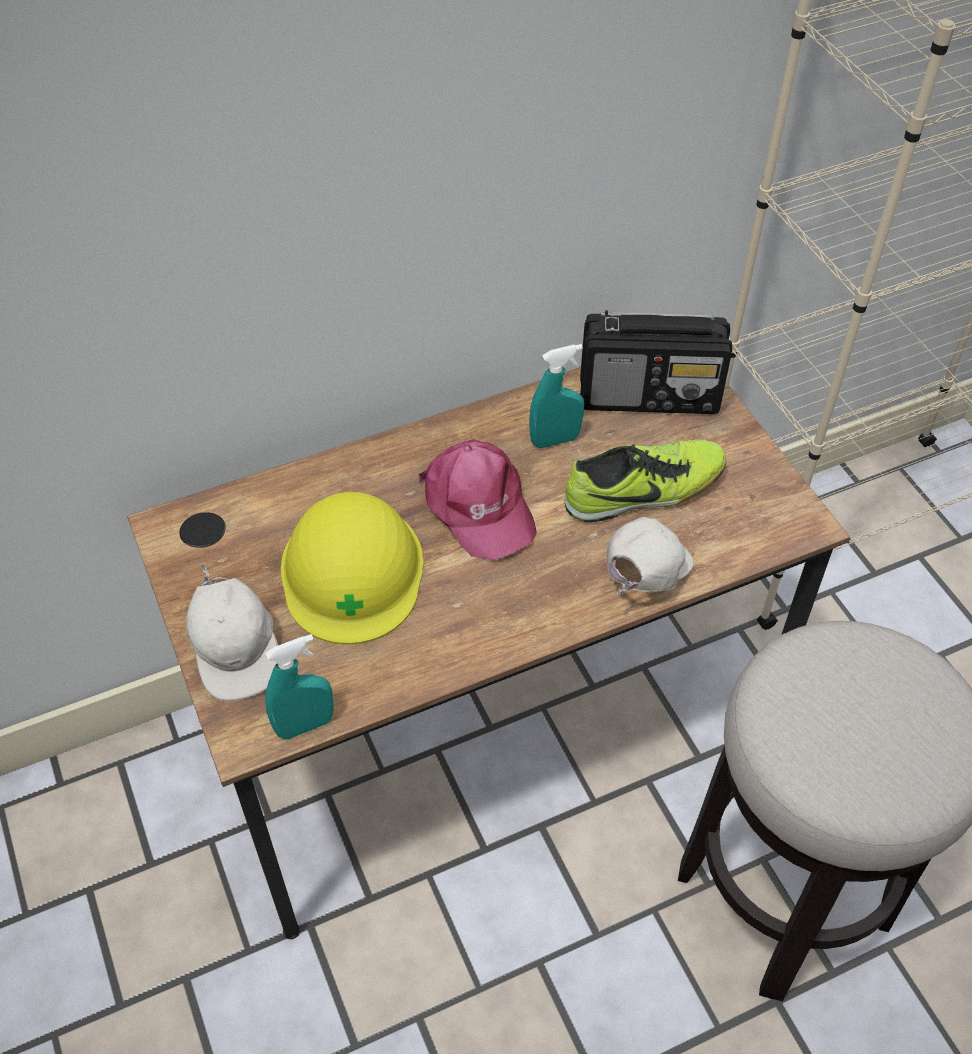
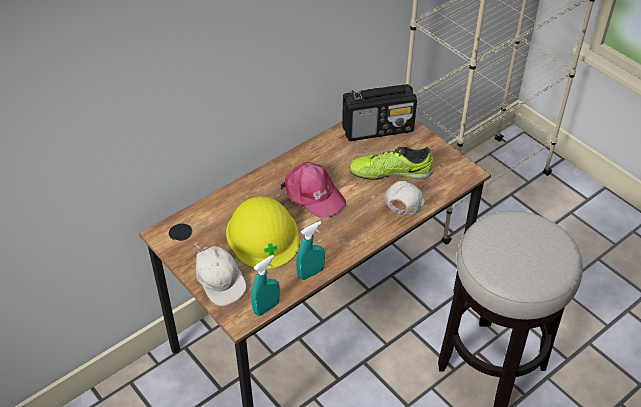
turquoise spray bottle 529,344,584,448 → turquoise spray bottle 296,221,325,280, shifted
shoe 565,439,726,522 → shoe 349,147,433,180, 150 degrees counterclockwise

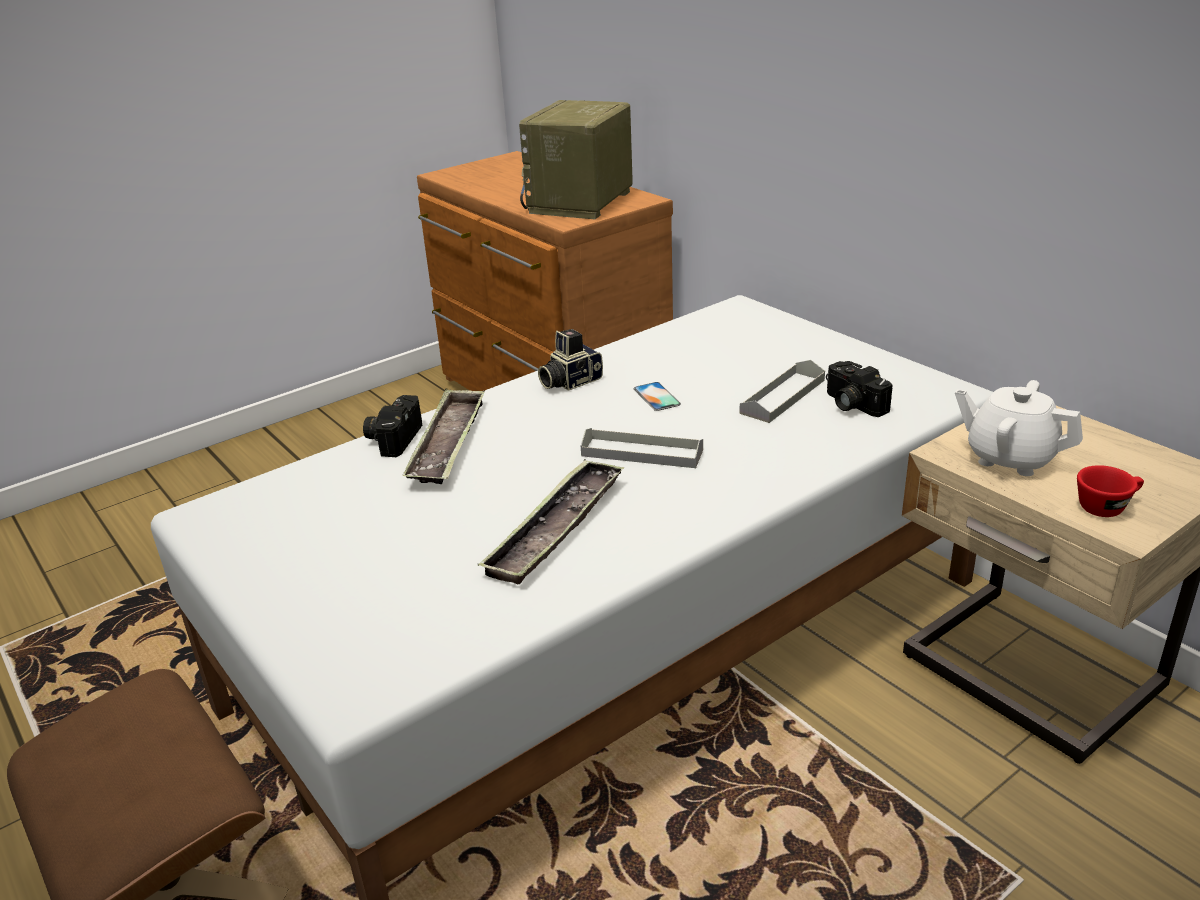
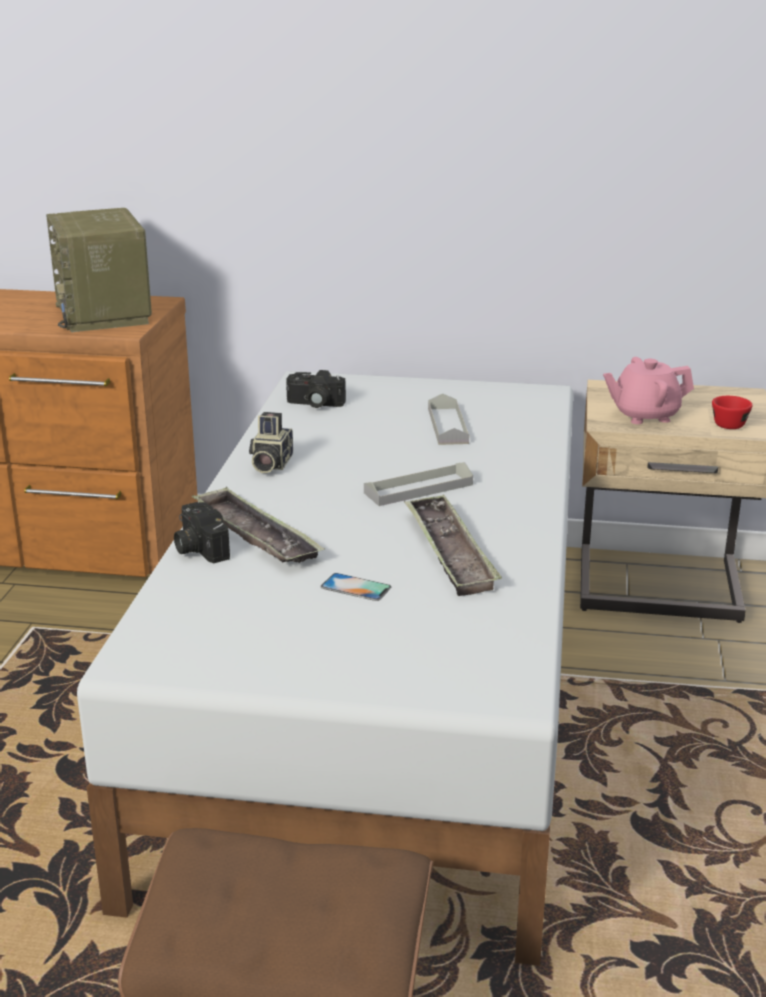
phone 634,382,681,411 → phone 320,573,391,601, shifted
photo camera 826,361,892,417 → photo camera 286,370,346,408, shifted
white teapot 955,380,1083,476 → pink teapot 603,357,694,424

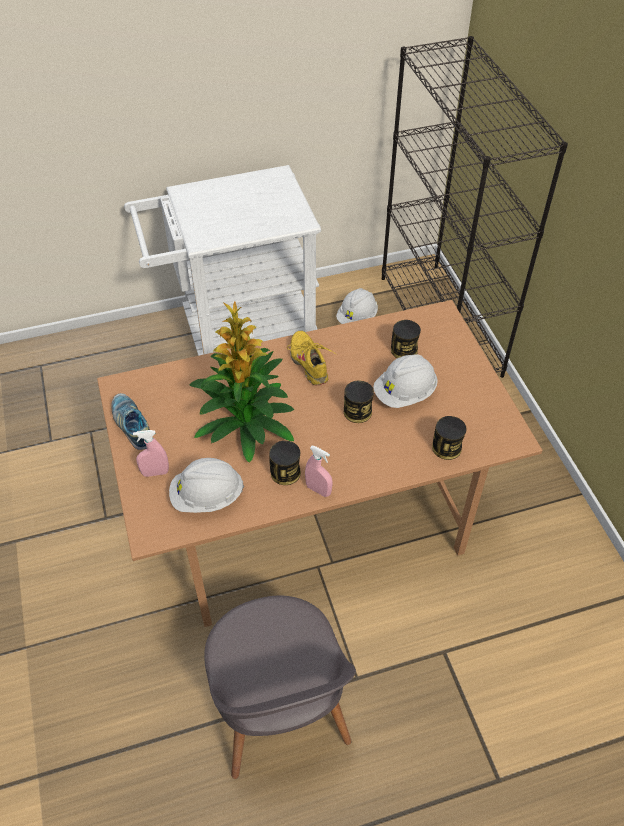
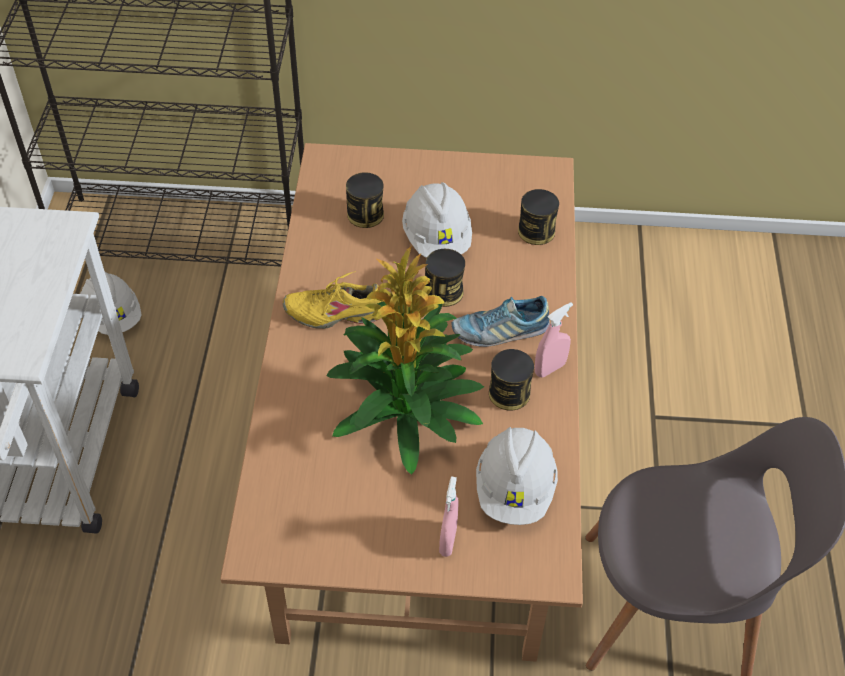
shoe 111,393,153,450 → shoe 451,296,550,347, shifted

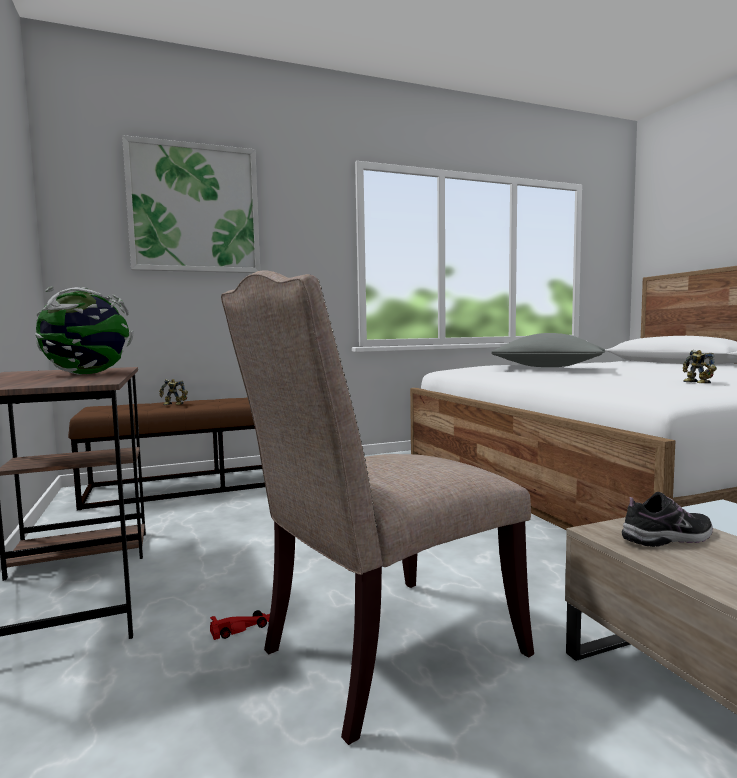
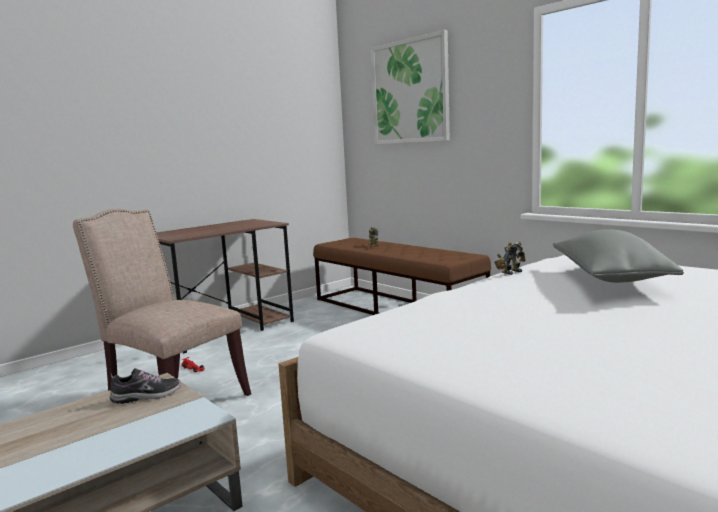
globe 35,286,134,374 → -
toy robot 683,350,717,383 → toy robot 494,242,525,275, shifted
shoe 622,492,713,547 → shoe 110,368,181,404, 75 degrees counterclockwise

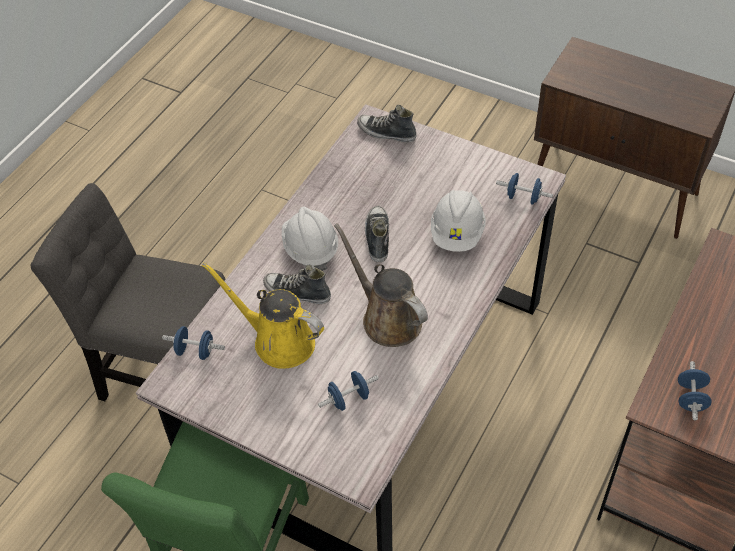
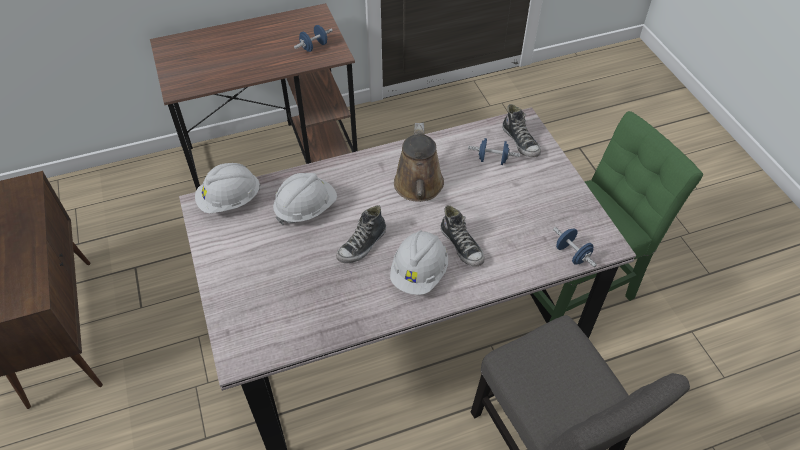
yellow watering can 202,262,324,369 → -
shoe 357,105,417,143 → shoe 502,104,541,157, shifted
blue dumbbell 496,173,553,204 → white hard hat 195,163,261,214

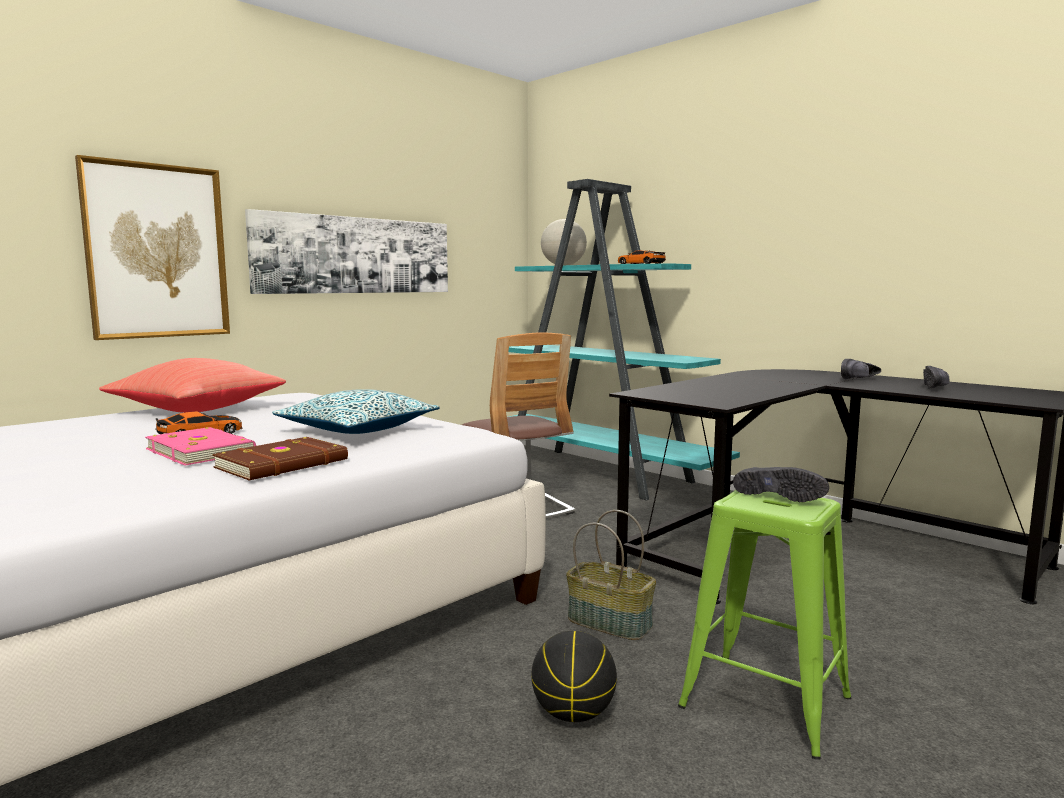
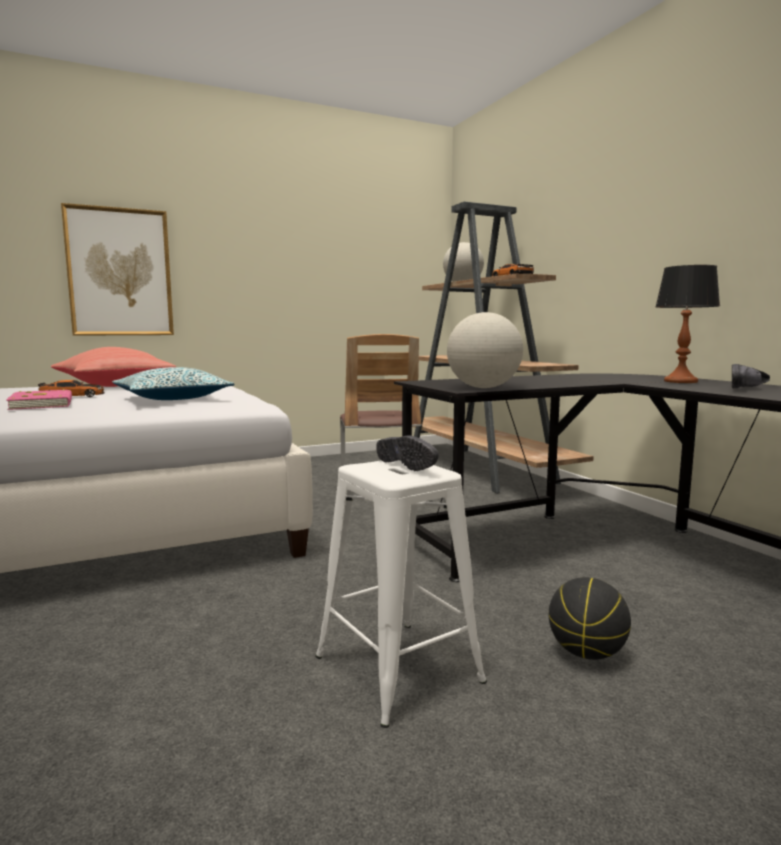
brown book 212,437,348,481 → -
picture 245,209,448,294 → -
basket 566,510,656,640 → -
- → globe 447,312,523,388
basketball 531,631,617,722 → basketball 549,577,631,660, shifted
black shoe 841,359,881,379 → table lamp 655,265,720,383
turquoise bookcase 508,179,740,501 → brown bookcase 412,201,594,494
green stool 678,490,852,760 → white stool 315,460,487,728

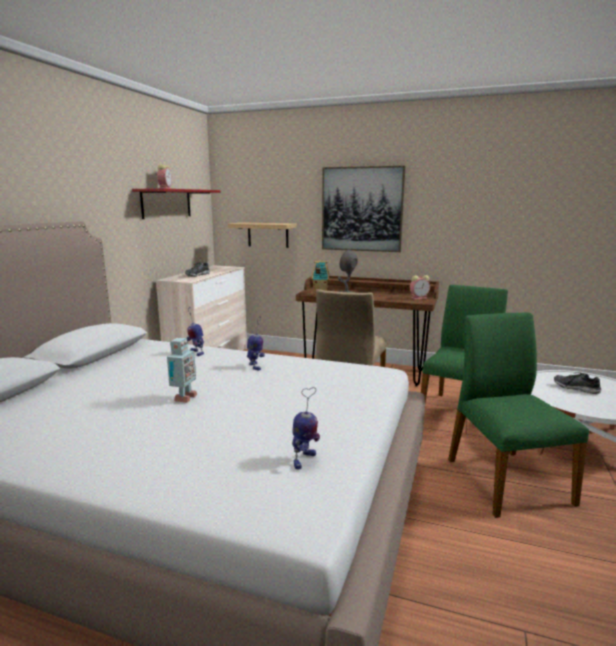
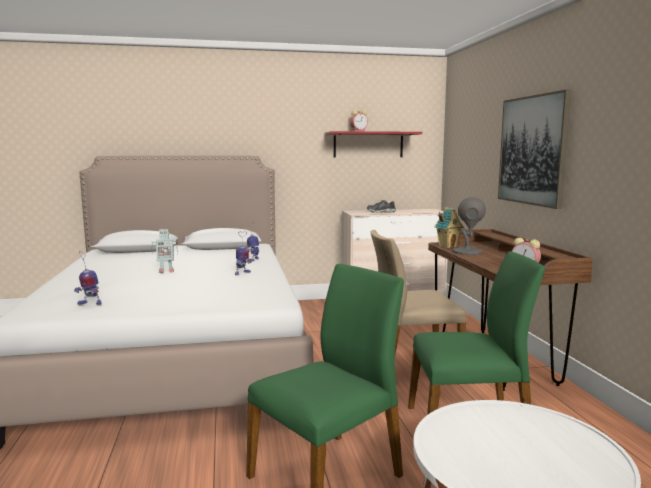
shelf 228,222,297,248 → -
shoe 554,373,601,394 → -

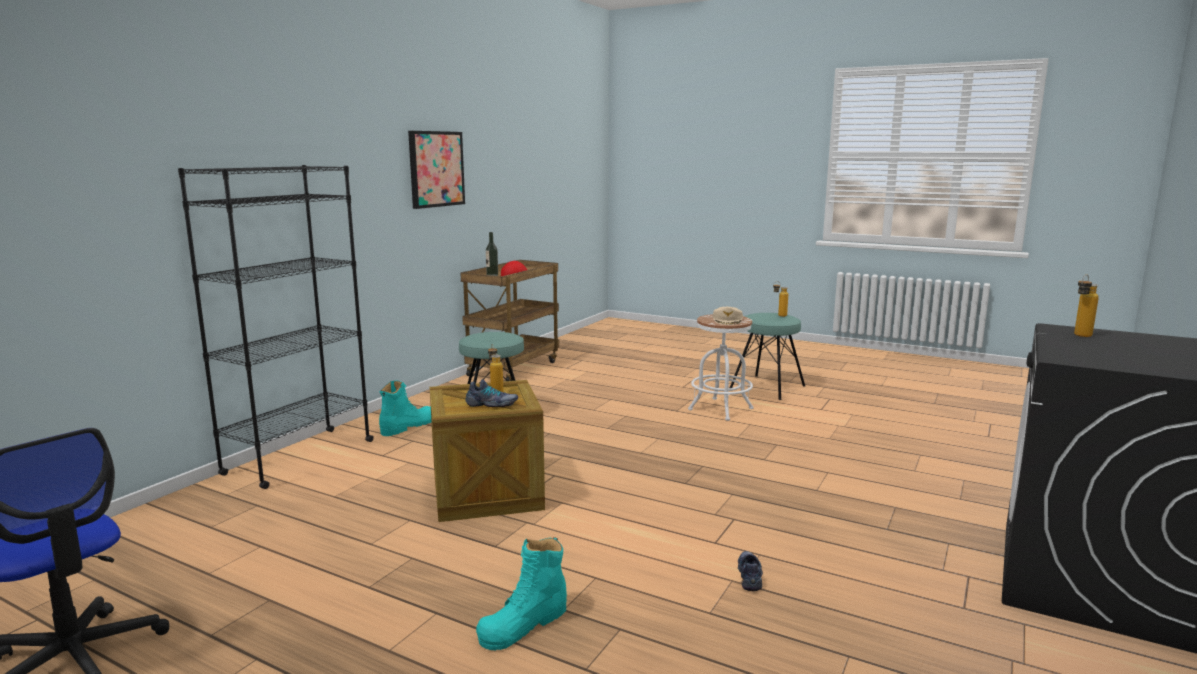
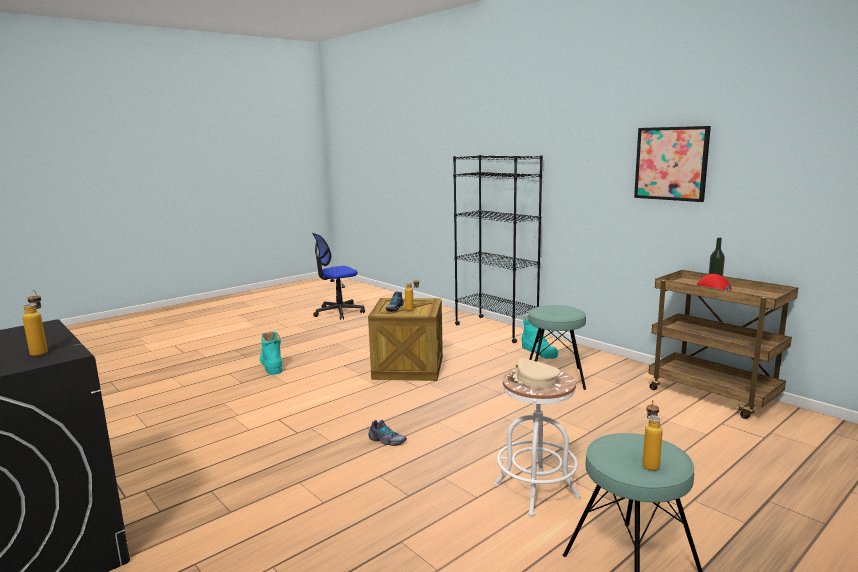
shoe 738,551,763,591 → shoe 368,420,407,446, shifted

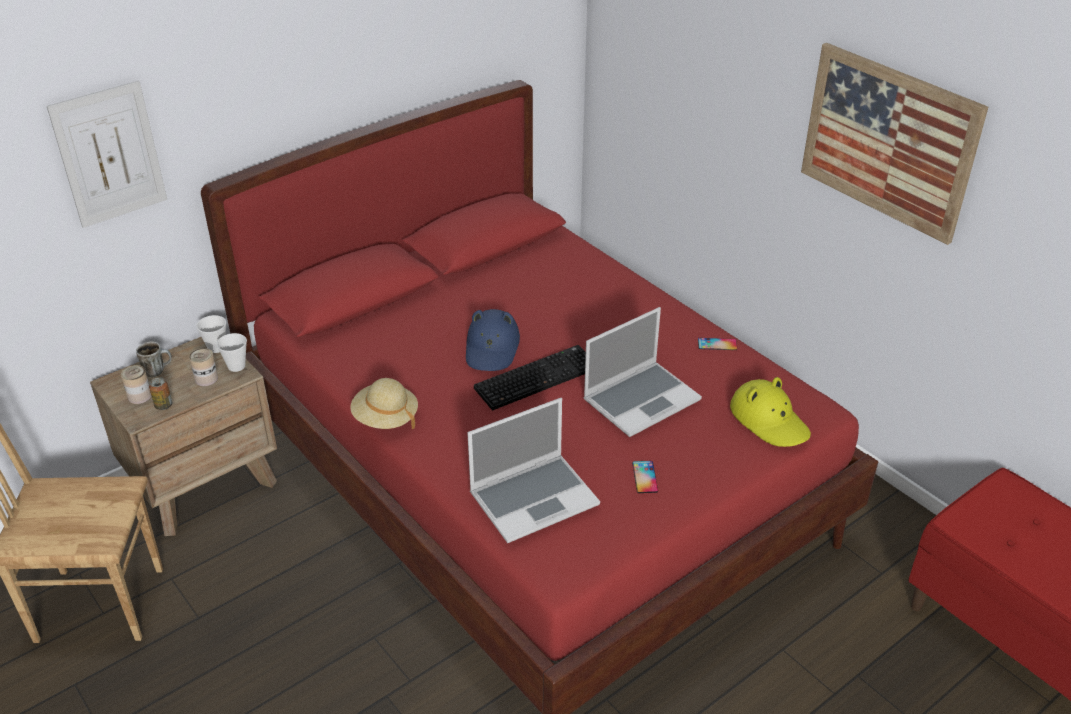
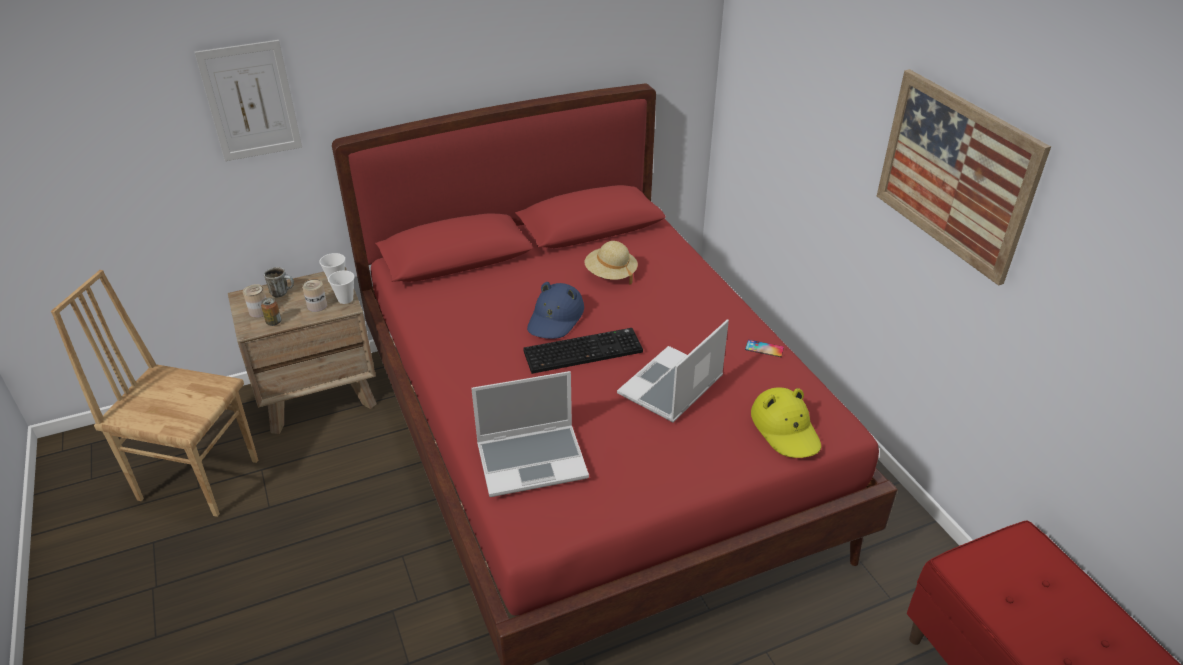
phone 632,461,658,493 → -
beige hat 350,378,418,429 → beige hat 585,241,638,285, shifted
laptop 583,307,702,437 → laptop 617,319,729,422, 150 degrees clockwise

